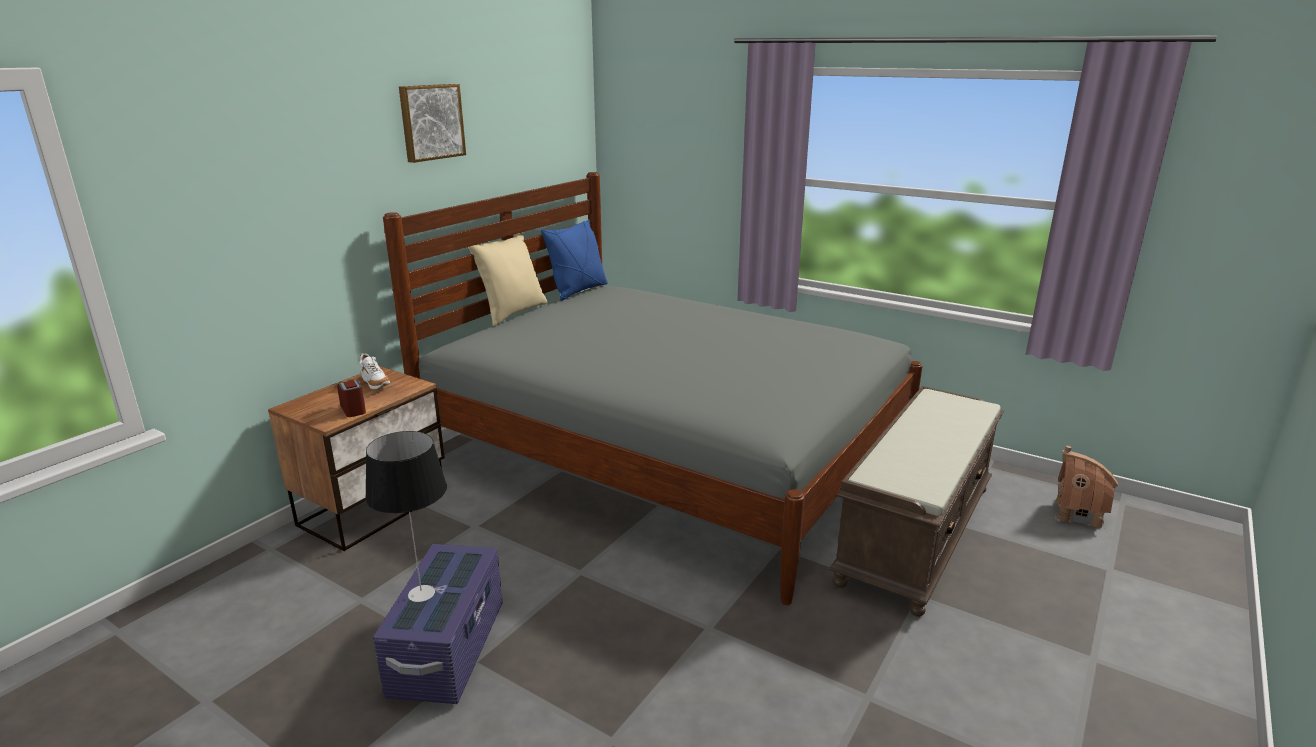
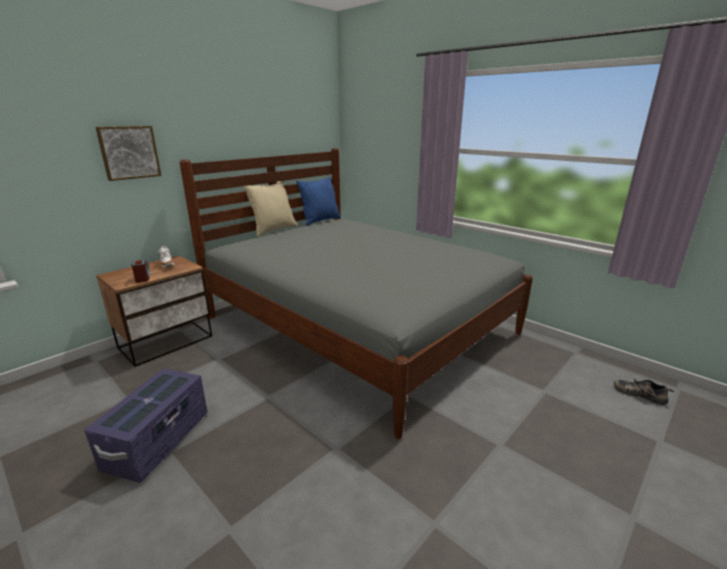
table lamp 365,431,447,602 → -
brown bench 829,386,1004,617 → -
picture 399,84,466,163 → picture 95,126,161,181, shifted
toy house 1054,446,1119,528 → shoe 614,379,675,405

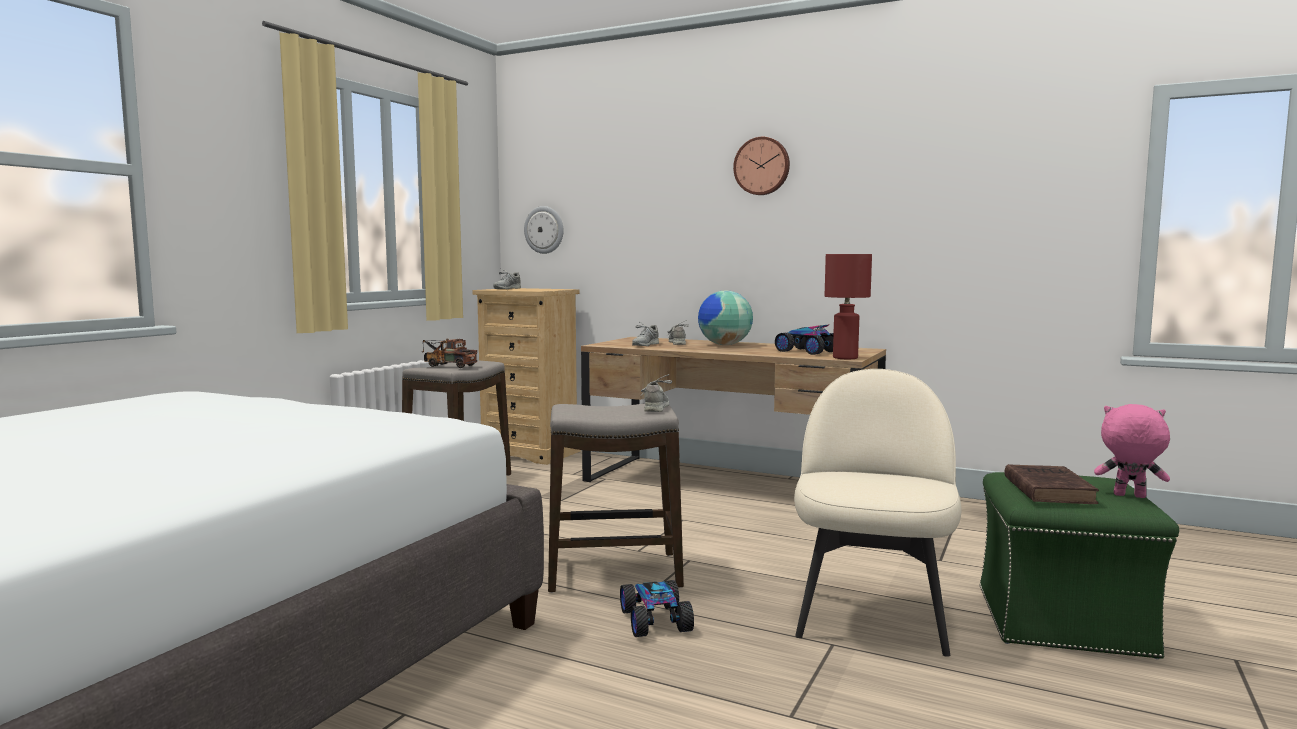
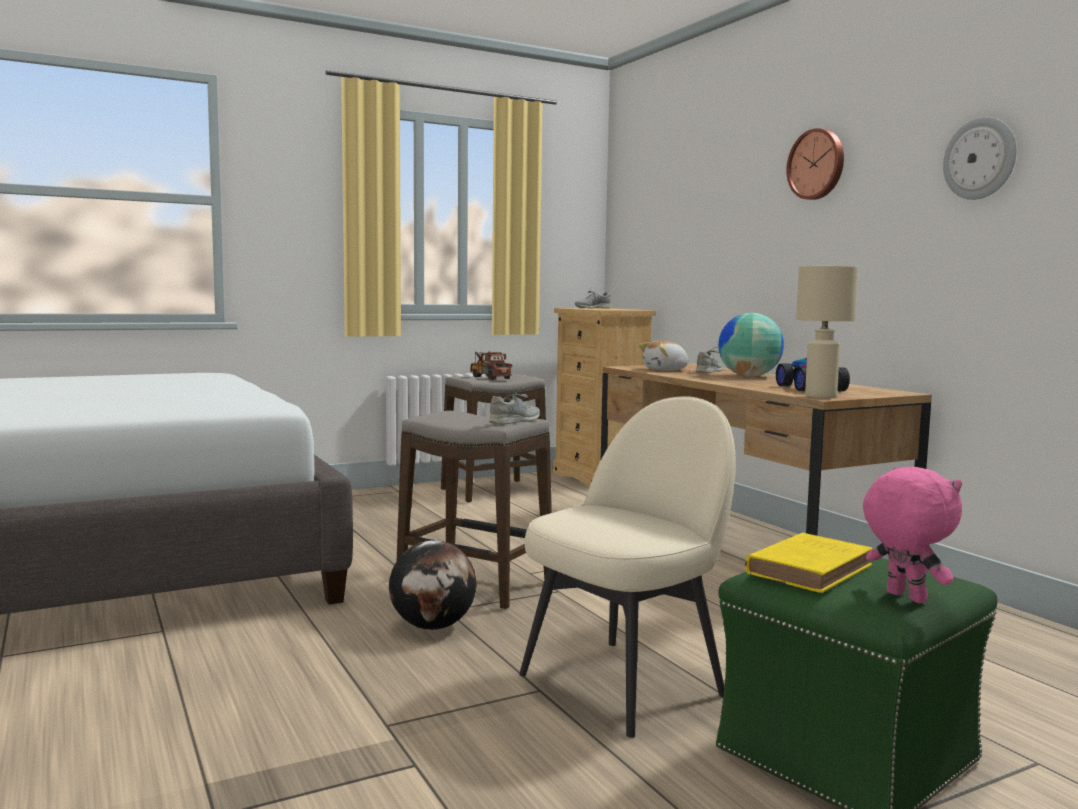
wall clock 524,206,564,254 → wall clock 943,117,1016,200, shifted
toy car 620,580,694,637 → globe 389,540,477,630
grey shoe 632,321,659,346 → plush toy 639,340,689,371
red table lamp 825,254,872,359 → beige table lamp 796,266,858,399
brown book 1005,464,1099,504 → yellow book 745,533,873,593

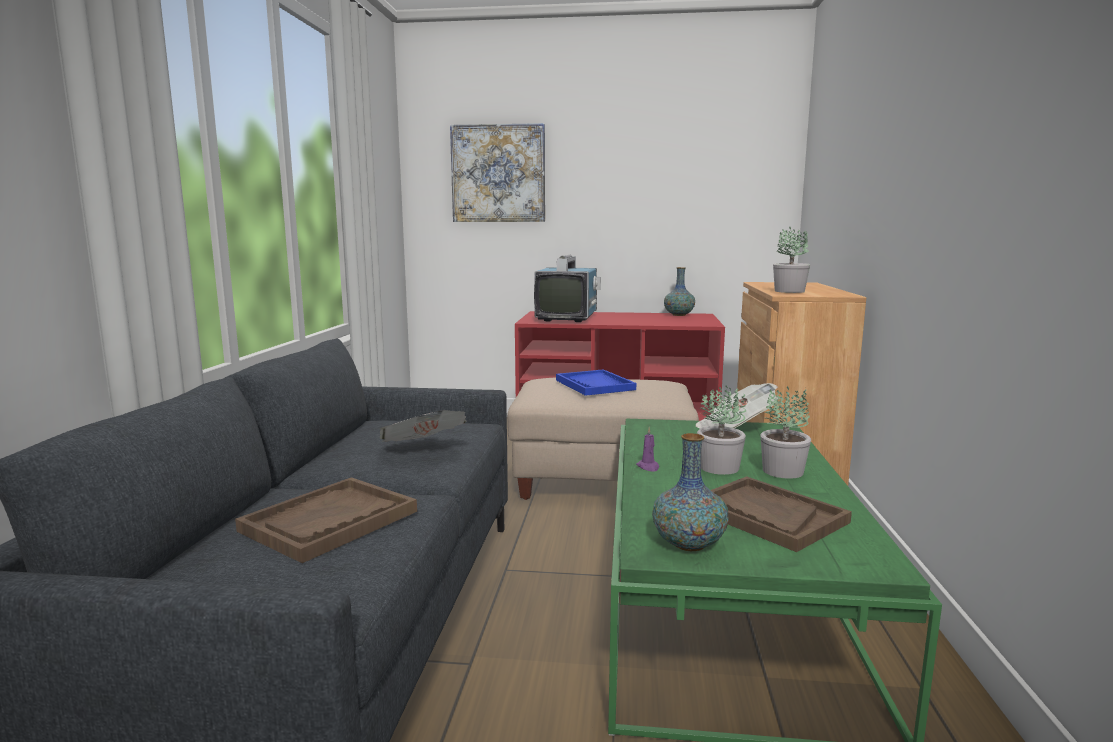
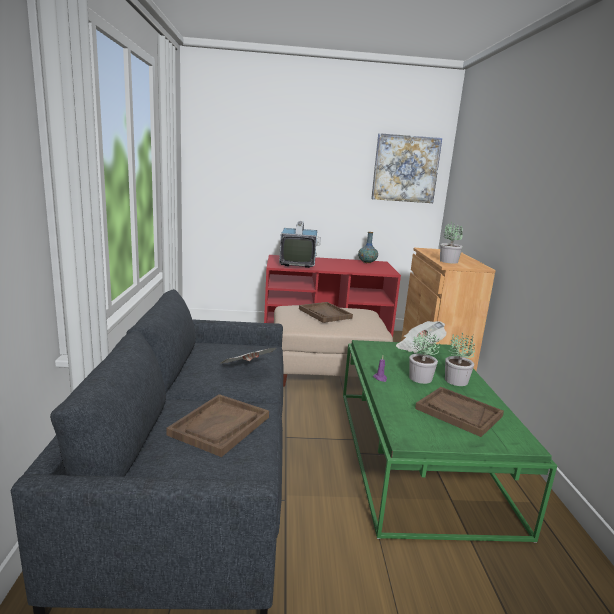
vase 652,433,728,551 → -
picture 450,123,545,222 → picture 371,133,442,203, shifted
blue tray 556,369,636,396 → brown tray 299,302,353,323

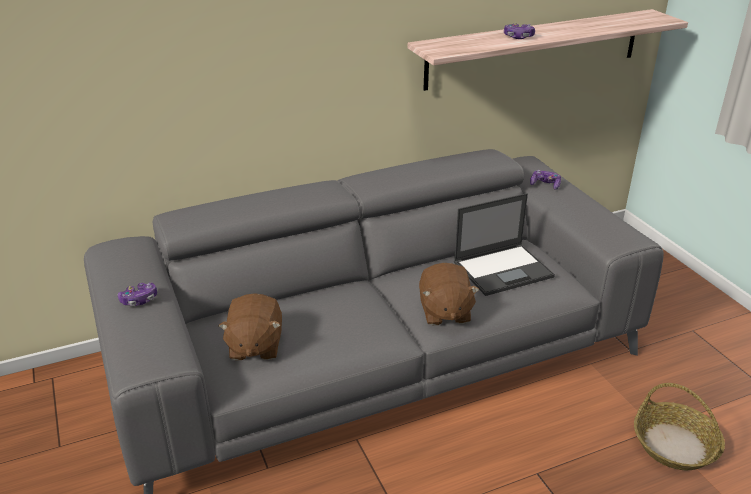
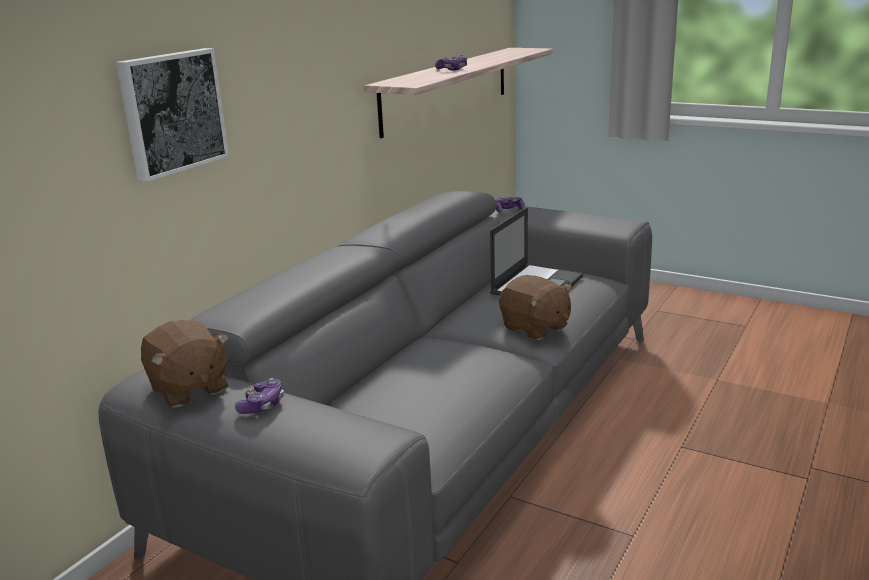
basket 634,383,725,470 → -
- → picture 116,48,229,182
brown plush toy 218,293,282,360 → brown plush toy 141,320,229,407, shifted

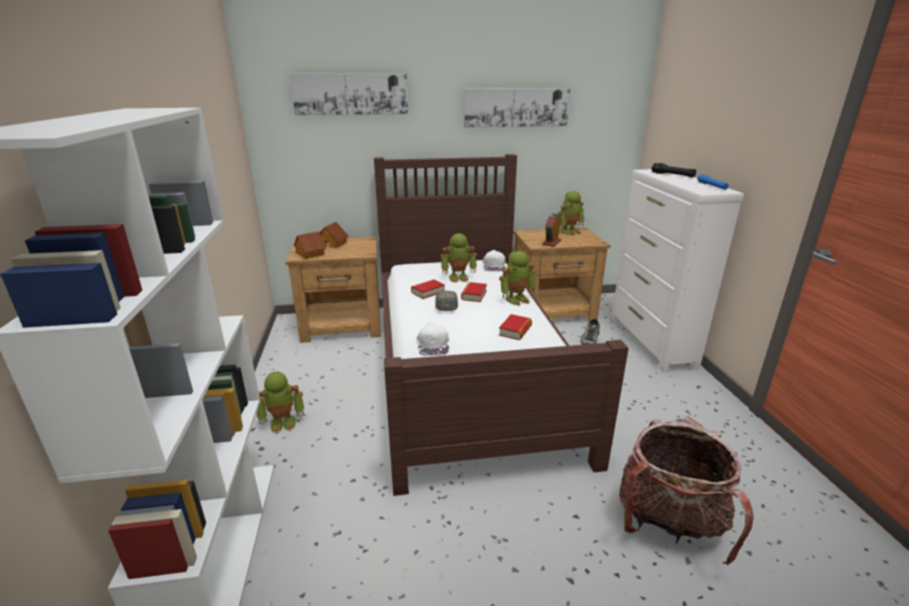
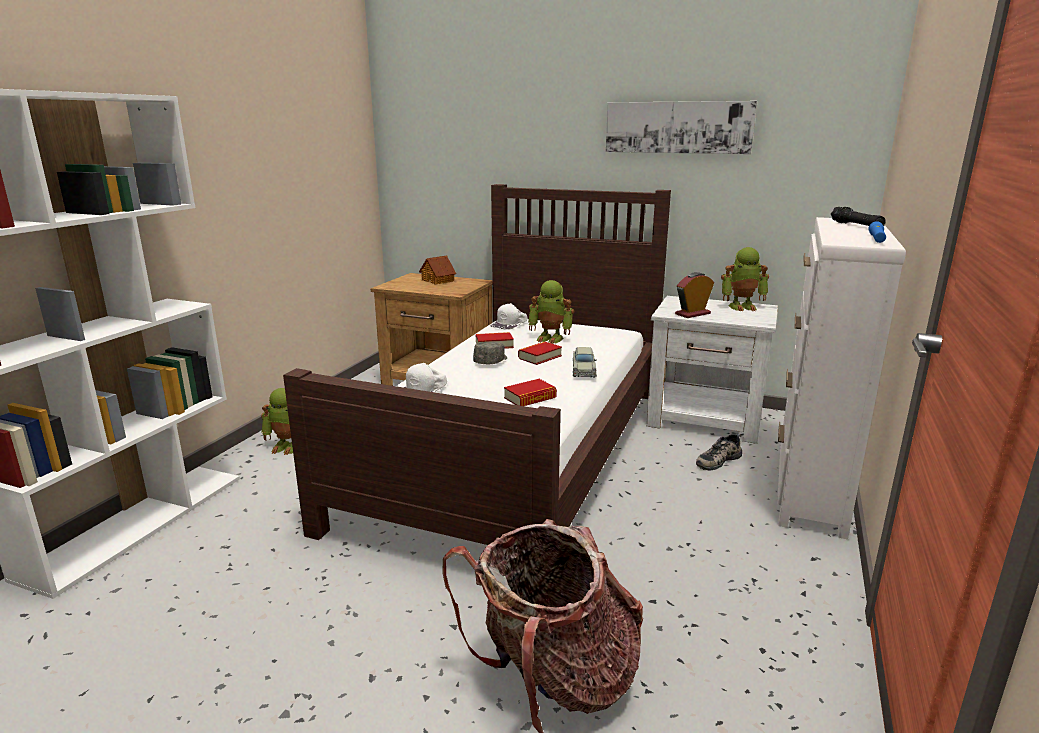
picture 290,74,408,115 → -
toy house 294,231,326,259 → -
white cap 483,250,506,271 → white cap 490,303,528,330, shifted
toy robot 499,251,536,306 → beige toy car 573,347,597,378
brown nightstand 513,227,610,322 → white nightstand 646,296,778,444

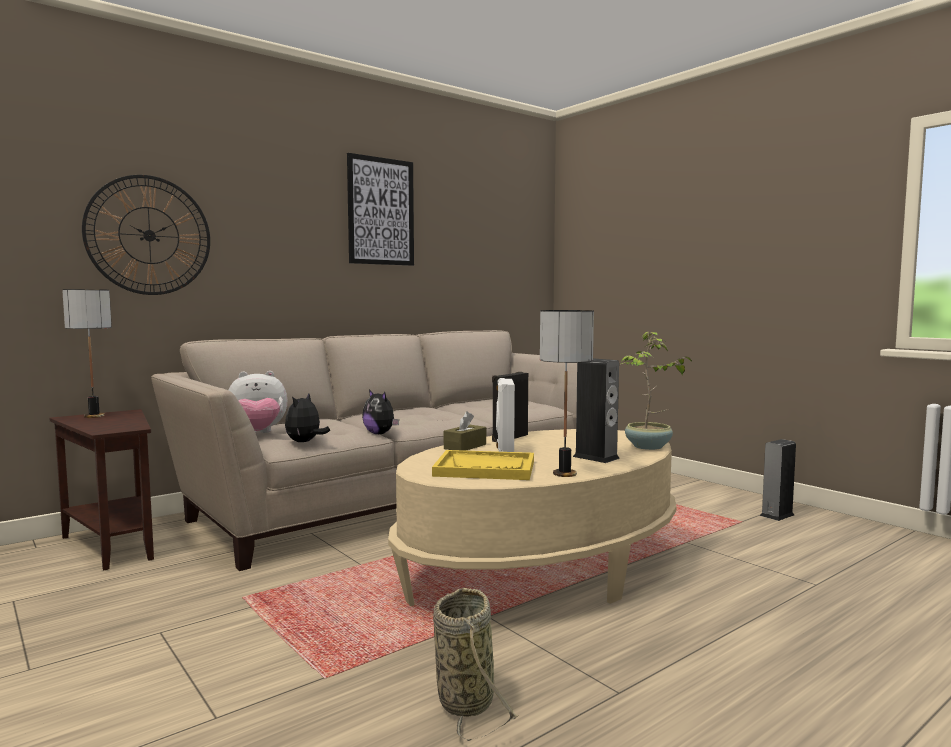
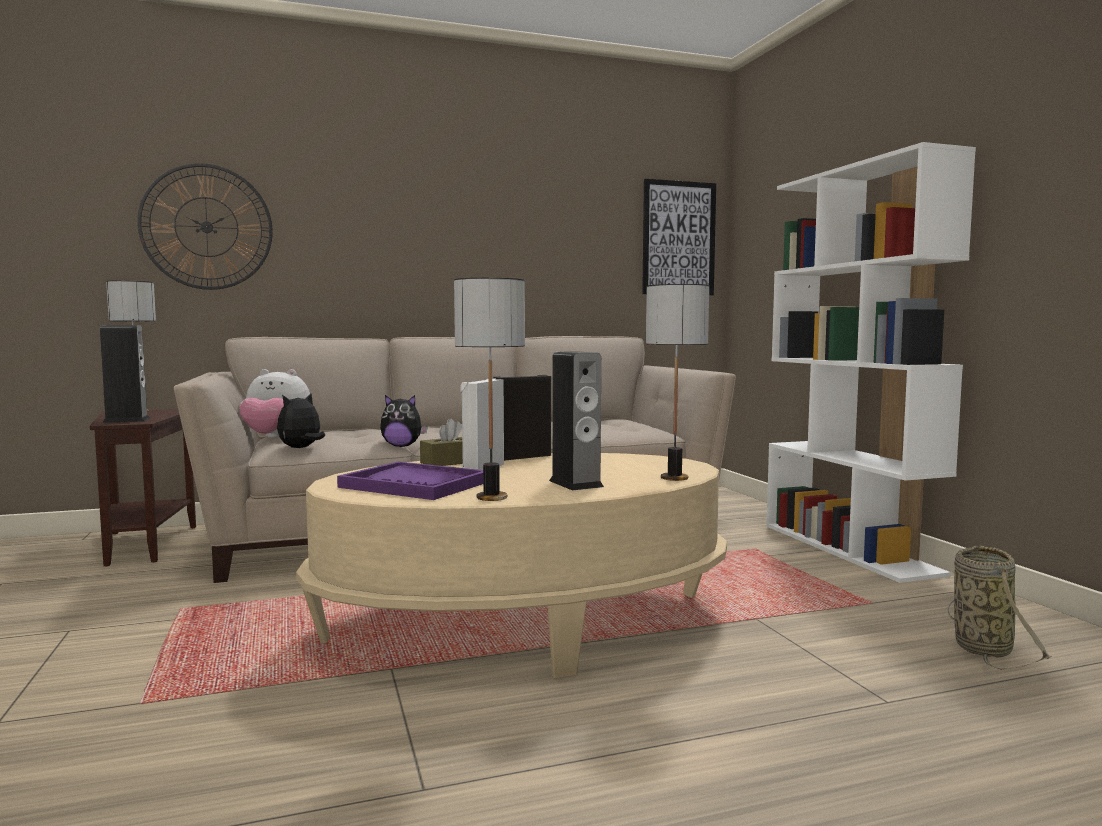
- → white bookcase 766,142,976,583
picture 347,153,414,266 → picture 642,179,716,296, shifted
basket 433,588,518,741 → basket 947,546,1052,670, shifted
speaker 760,439,796,521 → speaker 100,325,150,423, shifted
potted plant 620,332,693,450 → table lamp 646,284,709,481
yellow tray 432,450,534,480 → purple tray 337,461,483,500
plush toy 362,390,399,434 → plush toy 380,395,428,447, 60 degrees counterclockwise

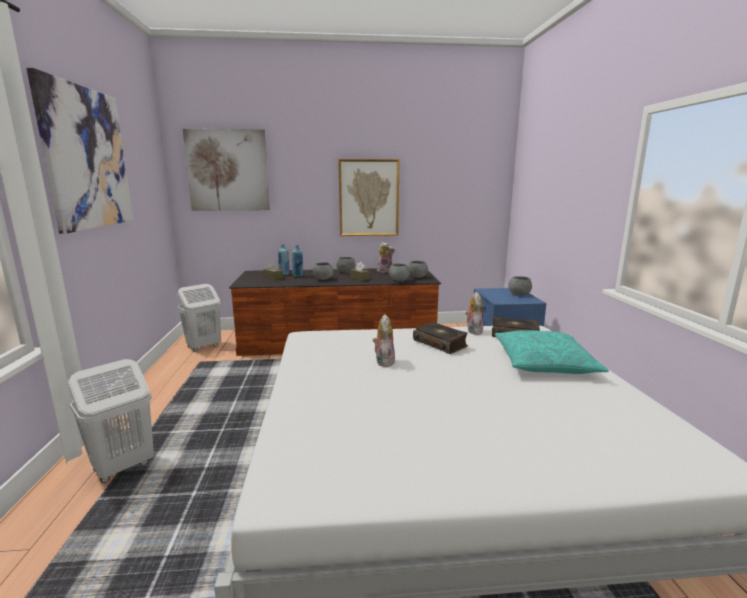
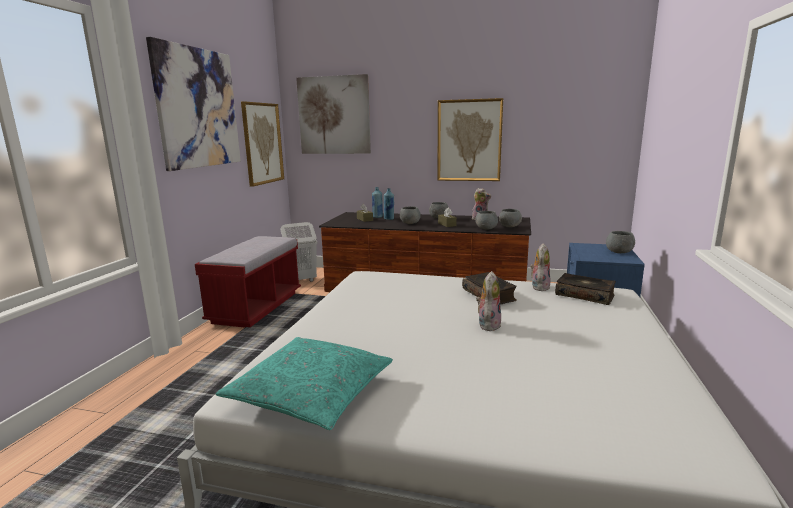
white laundry basket 68,359,154,483 → -
- → red bench 195,236,301,327
- → picture 241,101,284,187
plush toy 373,314,395,367 → plush toy 476,271,501,331, shifted
turquoise pillow 495,330,609,374 → turquoise pillow 216,337,393,430, shifted

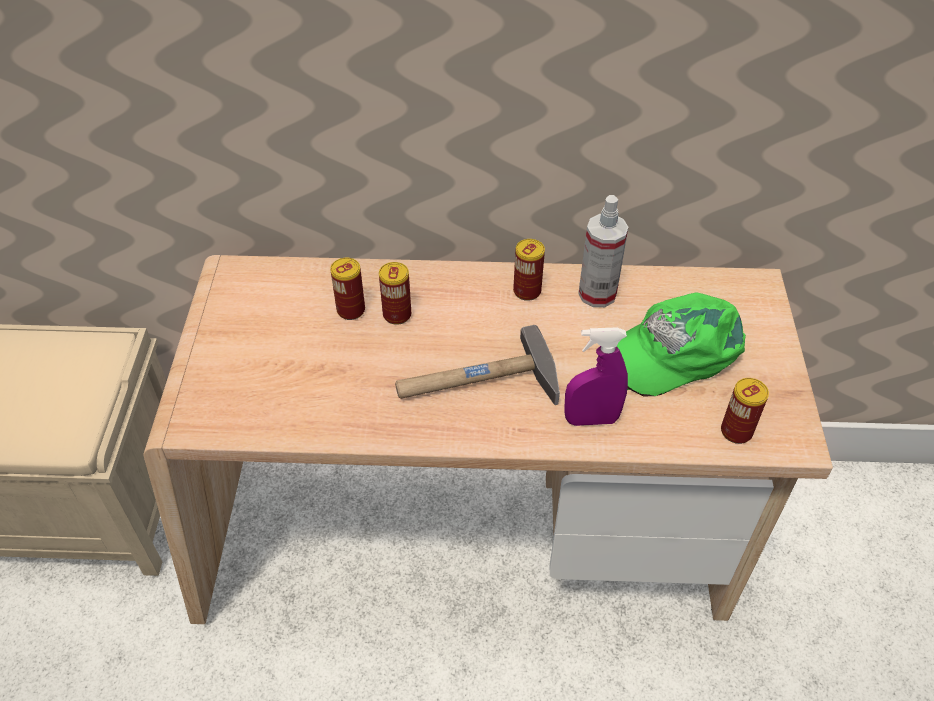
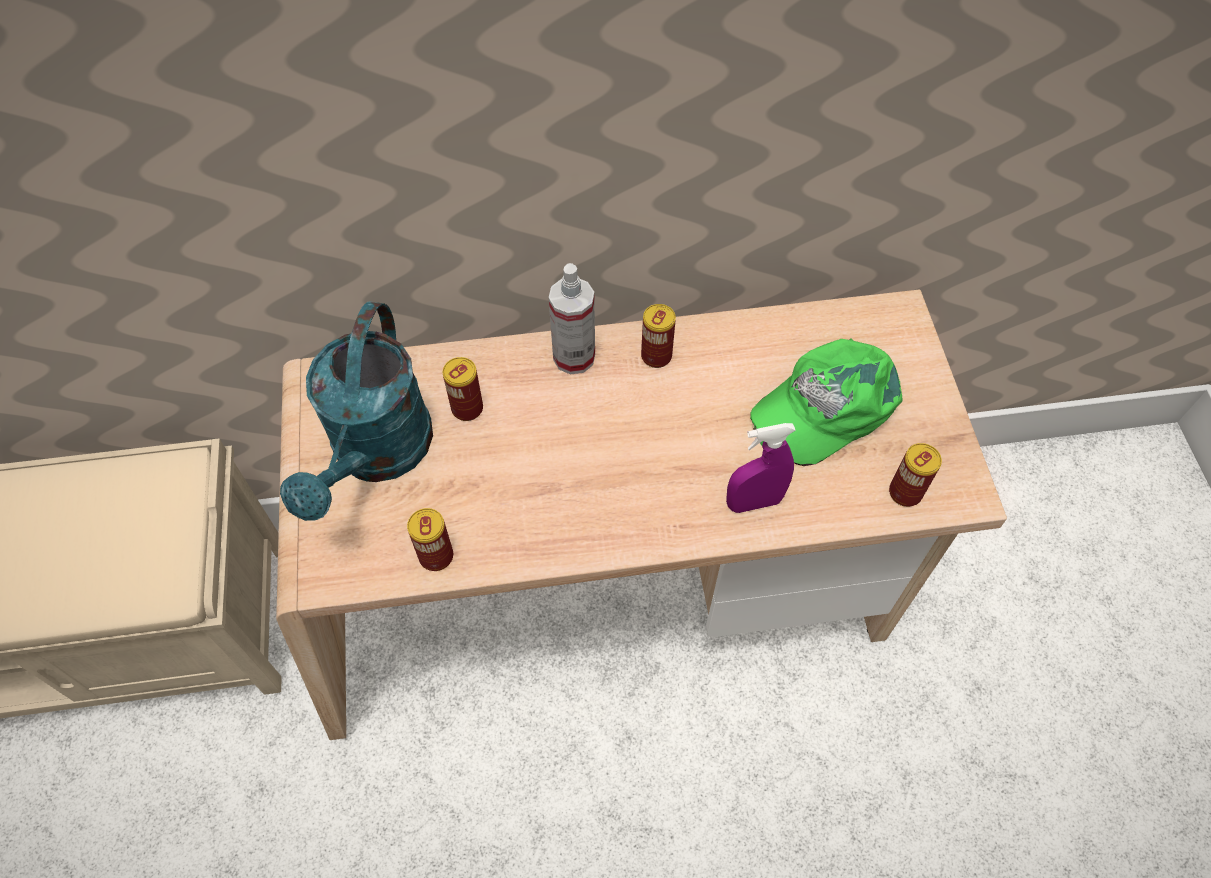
hammer 395,325,560,405 → -
- → turquoise watering can 280,301,433,521
can 379,262,411,325 → can 407,508,453,571, shifted
spray bottle 578,195,628,307 → spray bottle 549,263,595,375, shifted

